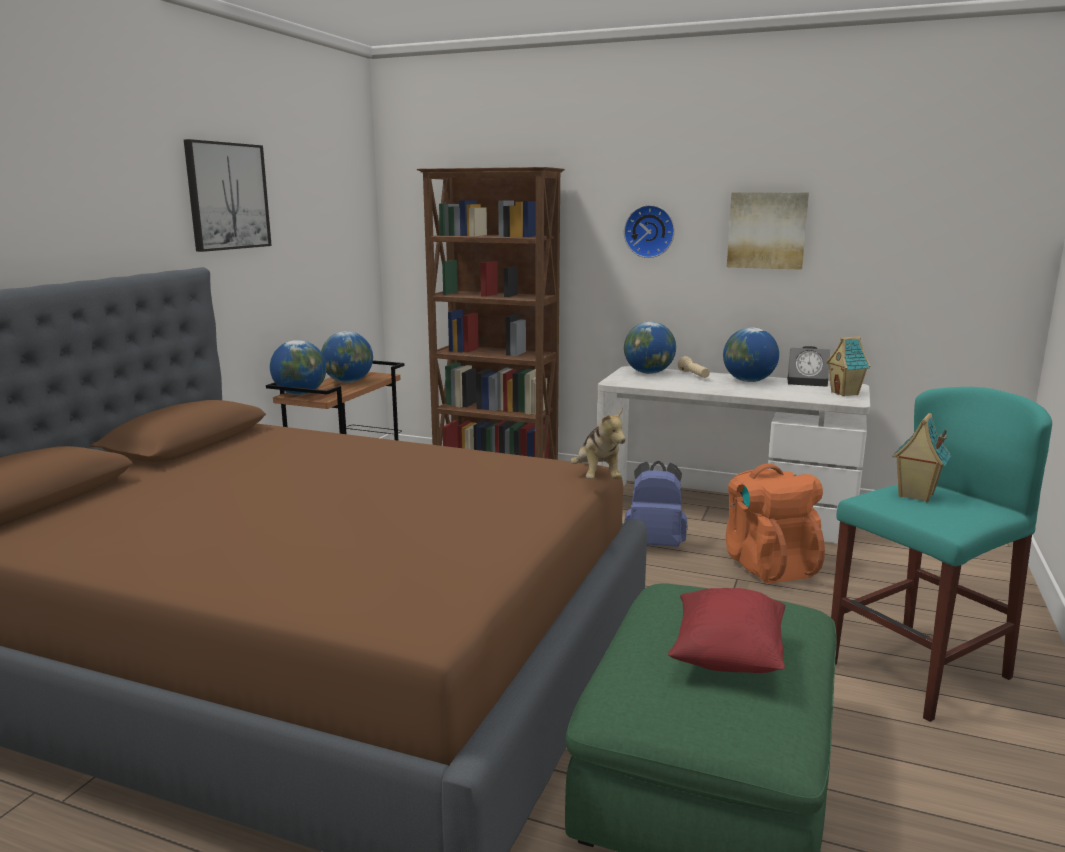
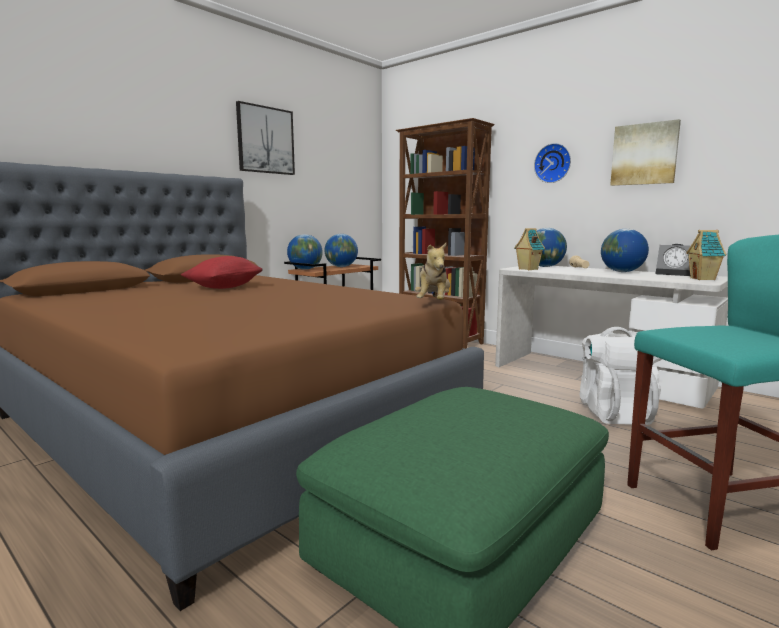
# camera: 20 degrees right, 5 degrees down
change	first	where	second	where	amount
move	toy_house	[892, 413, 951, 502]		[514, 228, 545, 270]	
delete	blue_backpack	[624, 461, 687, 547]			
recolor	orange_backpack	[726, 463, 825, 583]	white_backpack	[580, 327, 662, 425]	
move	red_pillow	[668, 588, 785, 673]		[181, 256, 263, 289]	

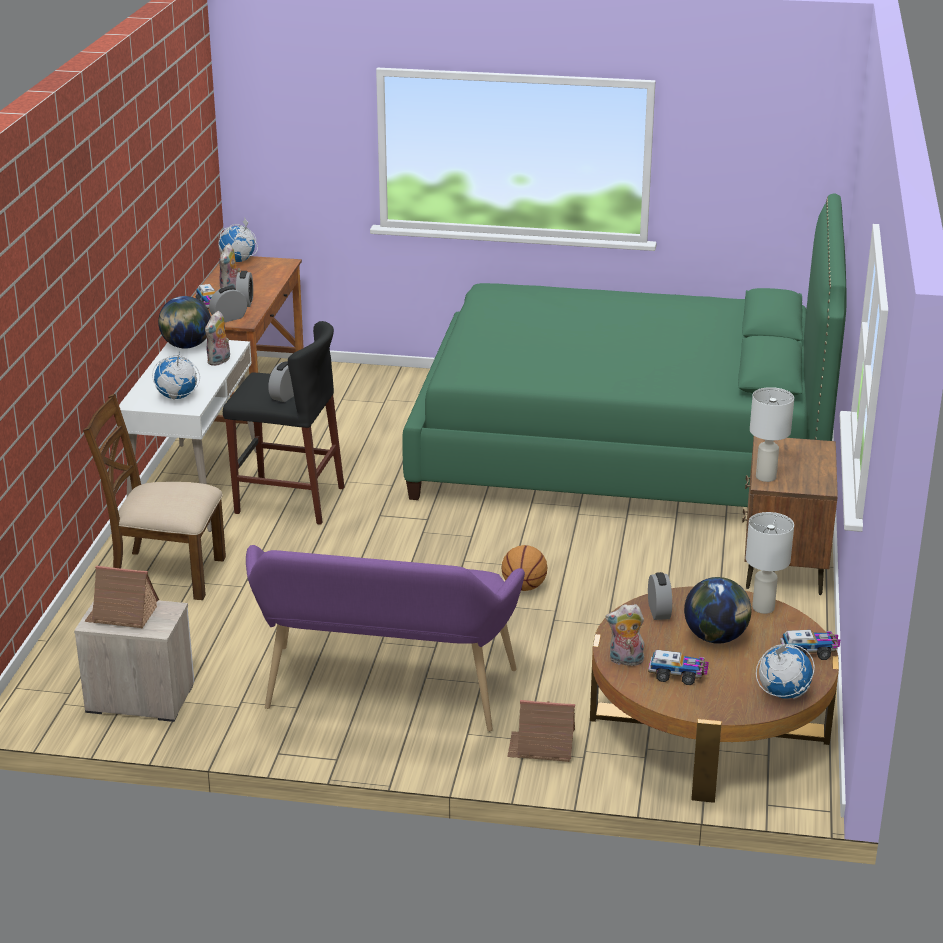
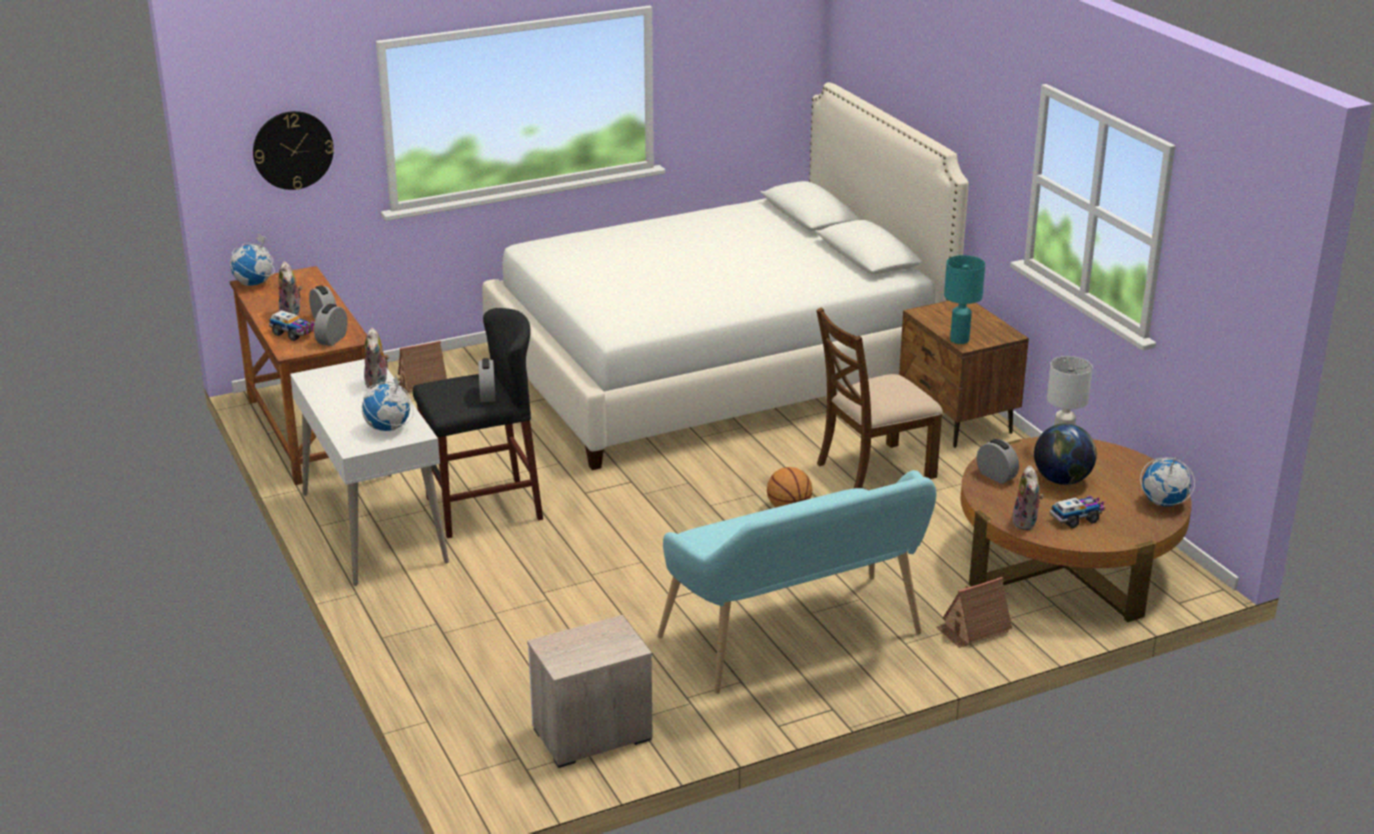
# camera: 35 degrees left, 0 degrees up
change	first	where	second	where	amount
recolor	green_bed	[402, 194, 847, 507]	white_bed	[482, 82, 969, 470]	
delete	globe	[158, 296, 211, 349]			
recolor	white_table_lamp	[750, 387, 794, 482]	turquoise_table_lamp	[944, 255, 985, 344]	
move	brown_chair	[83, 394, 226, 600]		[816, 307, 943, 488]	
recolor	purple_bench	[246, 545, 525, 731]	turquoise_bench	[657, 470, 937, 694]	
move	toy_house	[84, 565, 159, 628]		[398, 341, 447, 393]	
rotate	plush_toy	[605, 604, 645, 666]		[1012, 465, 1044, 530]	60 degrees counterclockwise
delete	toy_truck	[780, 630, 841, 660]			
insert			wall_clock	[253, 111, 334, 190]	

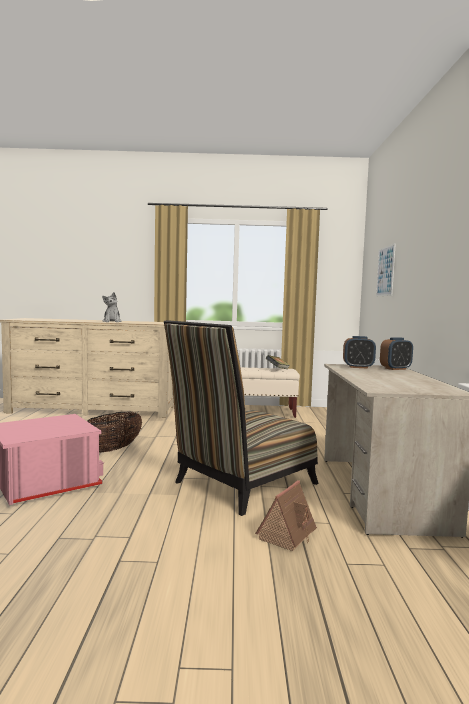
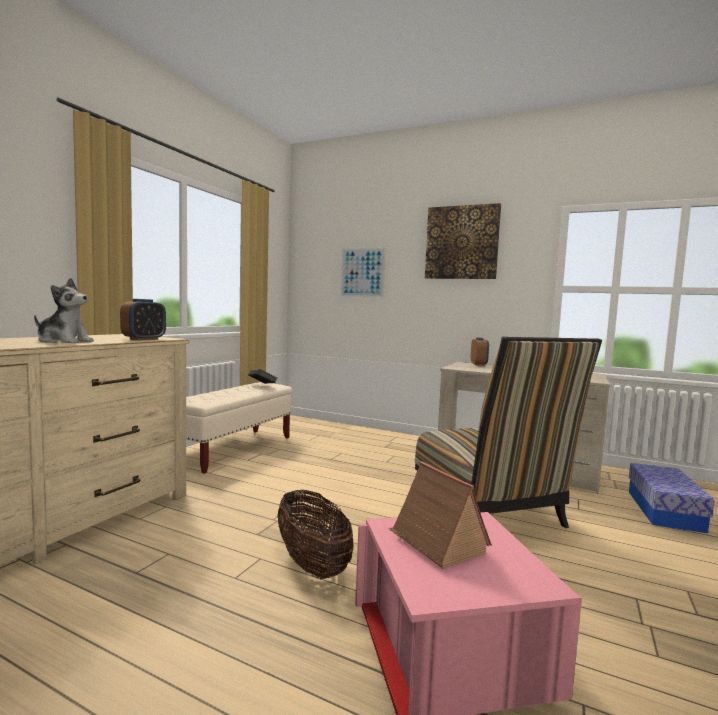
# camera: 65 degrees left, 0 degrees up
change	first	where	second	where	amount
move	alarm_clock	[343, 336, 376, 368]		[120, 299, 166, 341]	
move	toy_house	[255, 480, 317, 551]		[388, 462, 492, 569]	
insert			picture	[425, 203, 501, 279]	
insert			storage_box	[629, 463, 715, 533]	

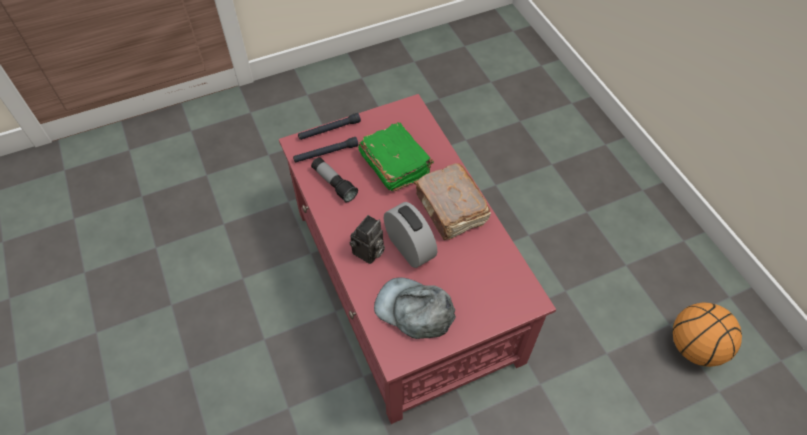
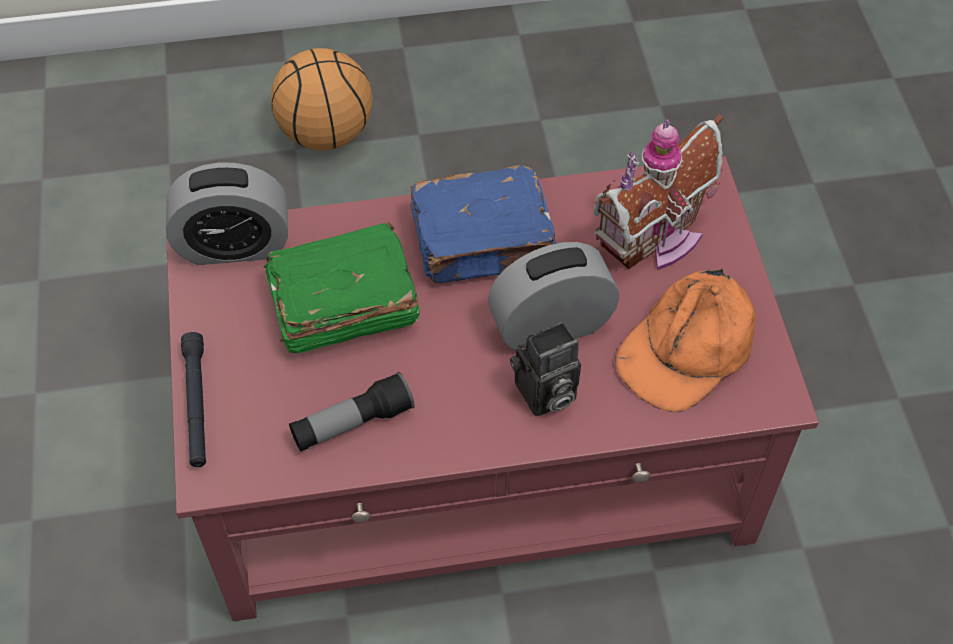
# camera: 75 degrees left, 0 degrees up
change	first	where	second	where	amount
delete	black_flashlight	[293, 137, 359, 162]			
recolor	brown_book	[414, 163, 491, 240]	blue_book	[410, 165, 556, 283]	
rotate	photo_camera	[350, 215, 385, 264]		[510, 322, 581, 416]	105 degrees clockwise
recolor	grey_cap	[374, 277, 456, 339]	orange_cap	[615, 269, 756, 412]	
move	basketball	[673, 302, 742, 367]		[271, 48, 373, 151]	
insert			toy_house	[593, 115, 723, 270]	
insert			alarm_clock	[166, 163, 288, 265]	

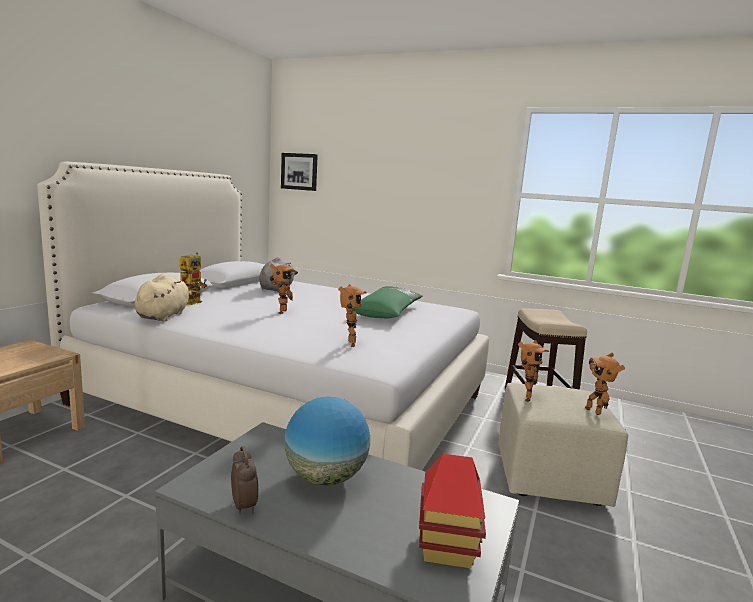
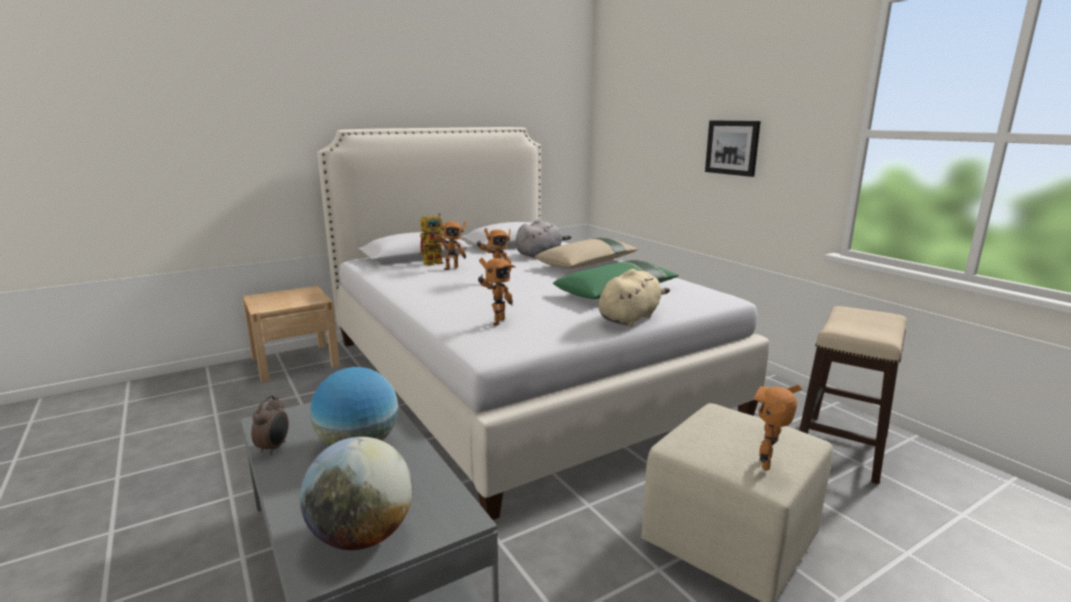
# camera: 35 degrees right, 5 degrees up
change	first	where	second	where	amount
move	picture	[281, 153, 318, 191]		[705, 120, 761, 177]	
move	beige_plush_toy	[135, 274, 196, 321]		[599, 269, 670, 327]	
move	toy_robot	[518, 340, 549, 402]		[430, 220, 466, 270]	
replace	toy_house	[419, 454, 486, 568]	globe	[300, 437, 413, 550]	
insert			beige_pillow	[535, 237, 638, 269]	

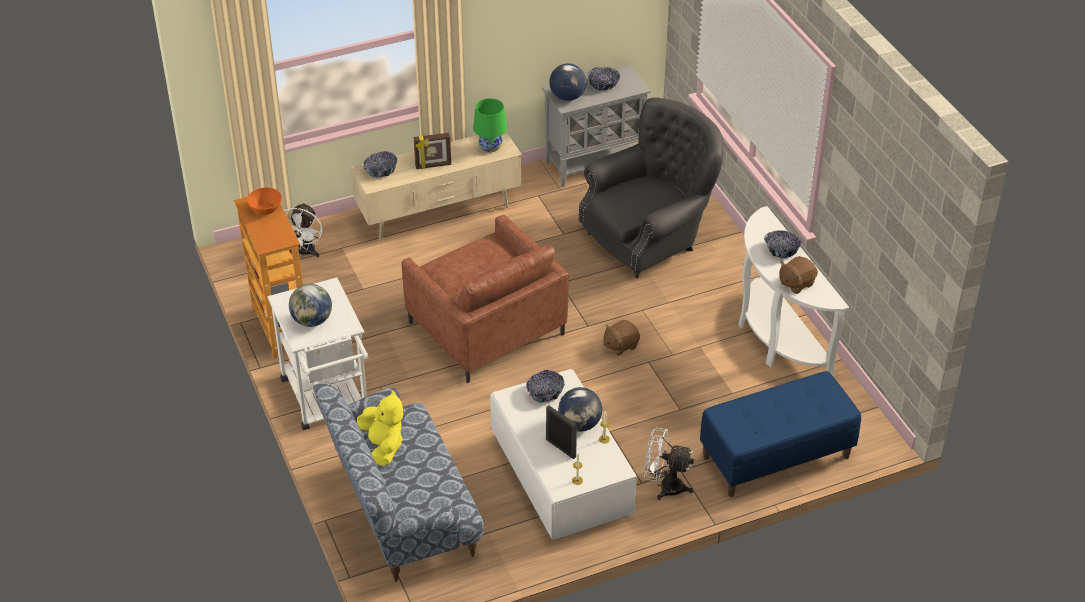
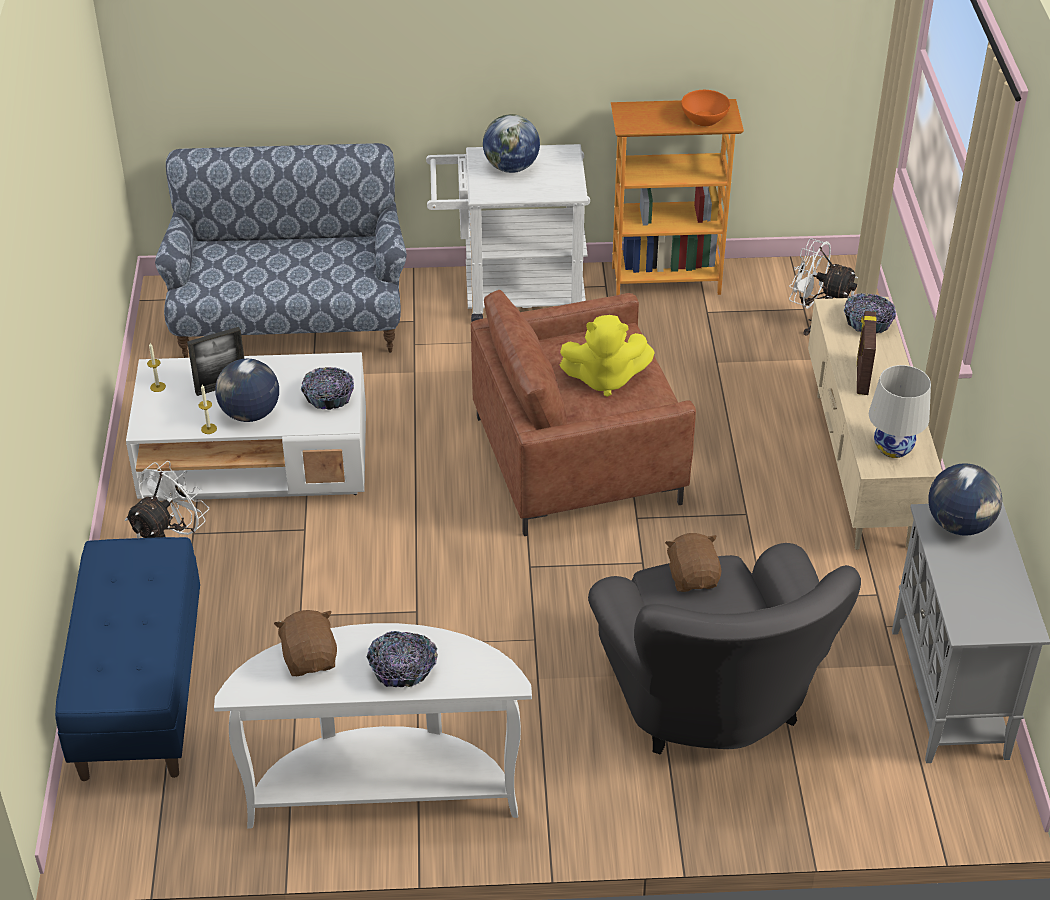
# camera: 110 degrees right, 0 degrees up
change	first	where	second	where	amount
delete	bowl	[587, 67, 620, 91]			
recolor	green_table_lamp	[473, 98, 507, 152]	white_table_lamp	[869, 365, 931, 458]	
move	brown_plush_toy	[603, 320, 640, 356]		[665, 533, 722, 592]	
move	yellow_plush_toy	[357, 390, 403, 466]		[560, 315, 655, 397]	

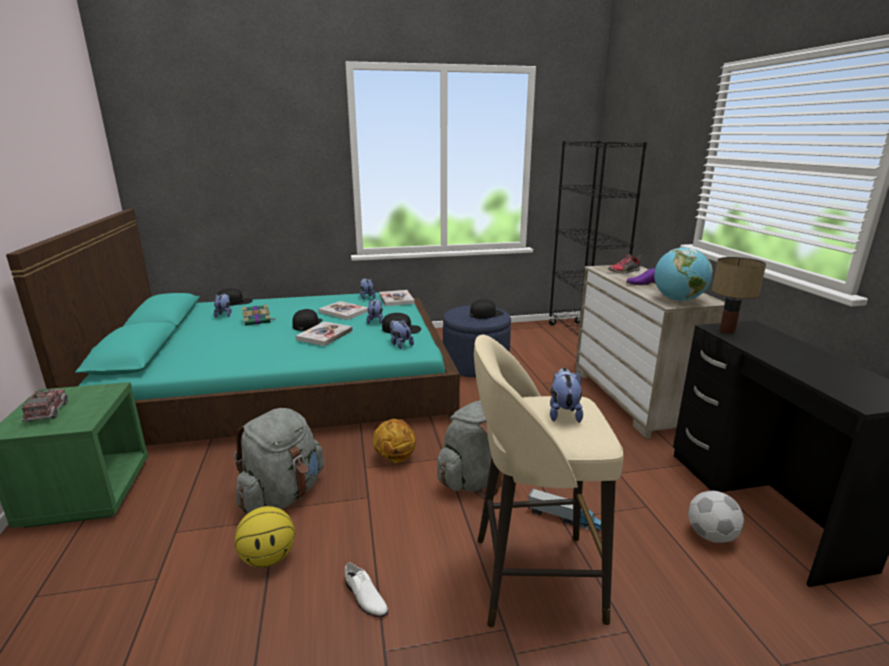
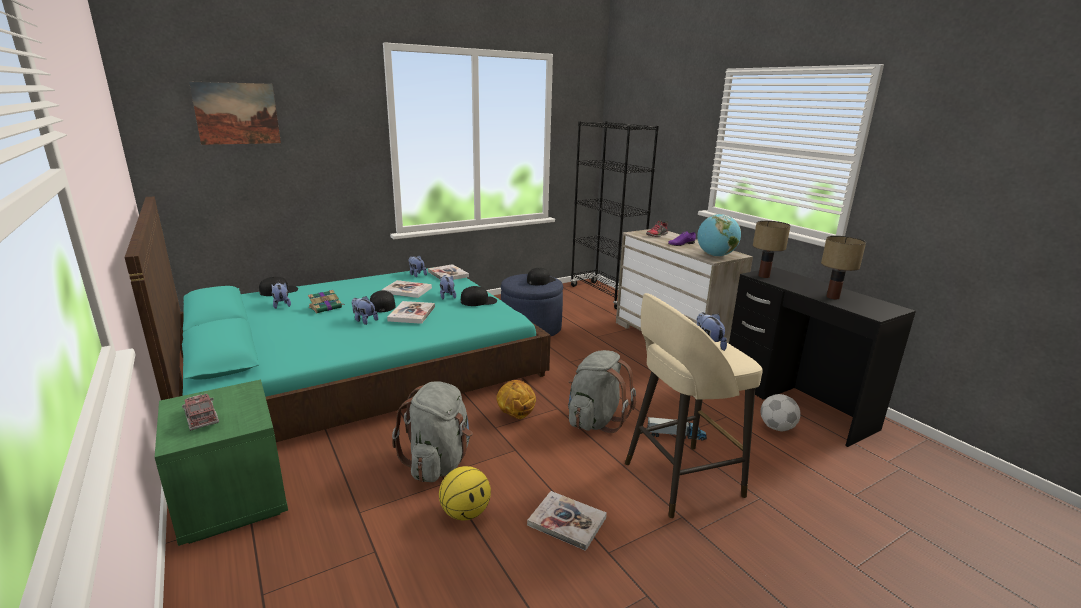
# camera: 20 degrees left, 0 degrees up
change	first	where	second	where	amount
move	plush_toy	[390, 319, 414, 349]		[352, 296, 378, 325]	
replace	white_shoe	[345, 562, 388, 618]	book	[527, 491, 607, 551]	
insert			picture	[189, 82, 281, 145]	
insert			table_lamp	[821, 236, 866, 299]	

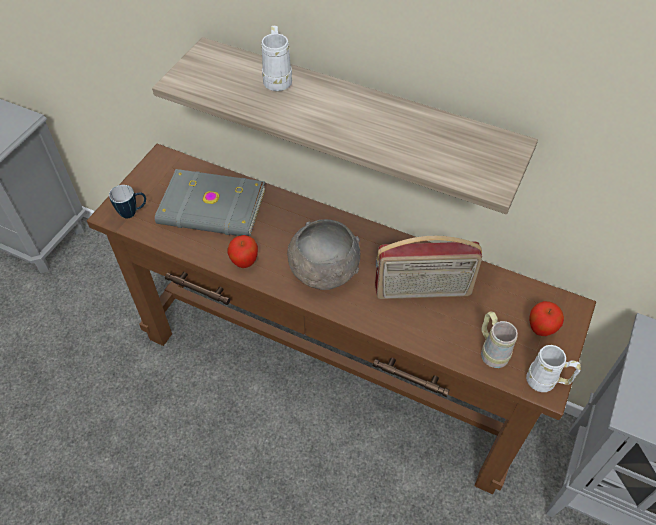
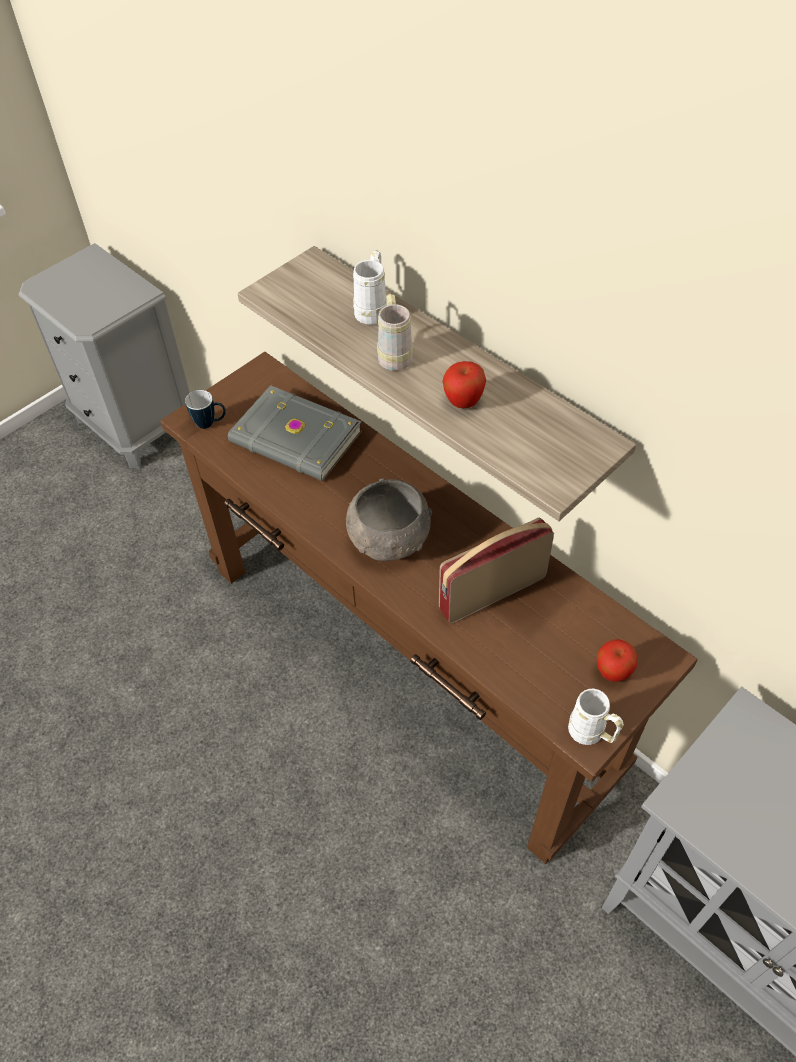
# camera: 20 degrees right, 0 degrees up
change	first	where	second	where	amount
move	apple	[227, 235, 258, 268]		[443, 361, 486, 409]	
rotate	radio	[375, 236, 482, 299]		[439, 518, 554, 623]	135 degrees clockwise
move	beige_mug	[481, 312, 518, 368]		[377, 294, 413, 371]	

